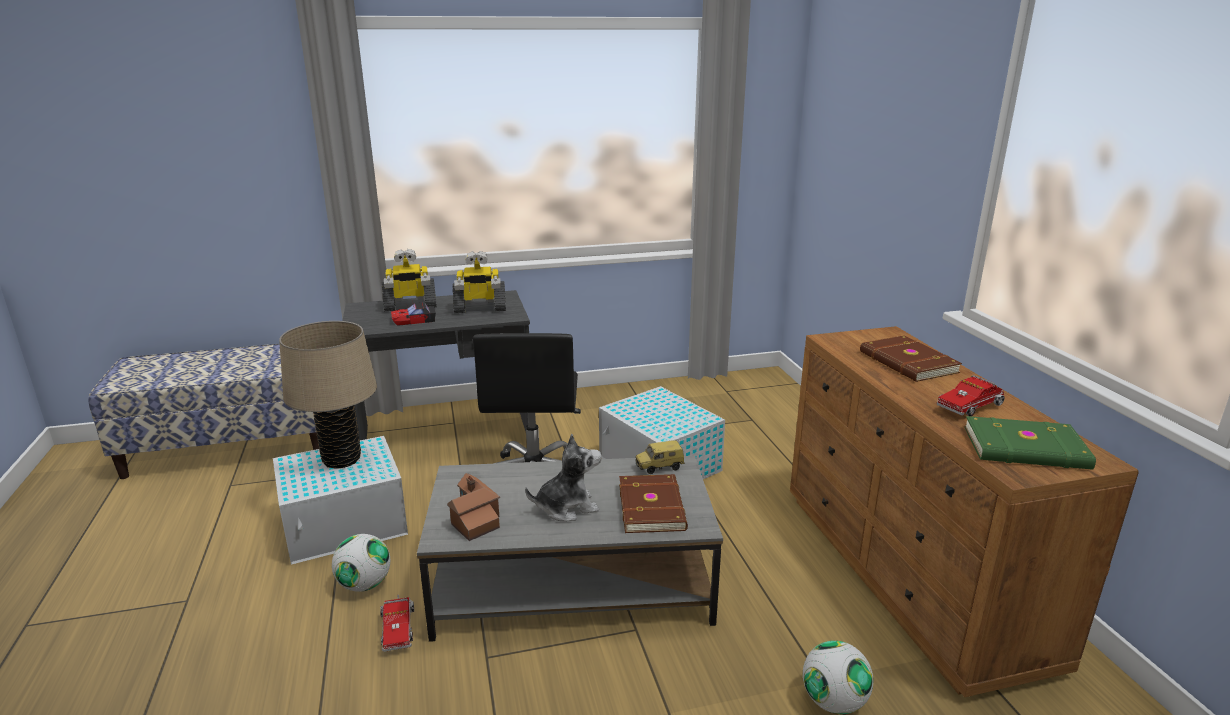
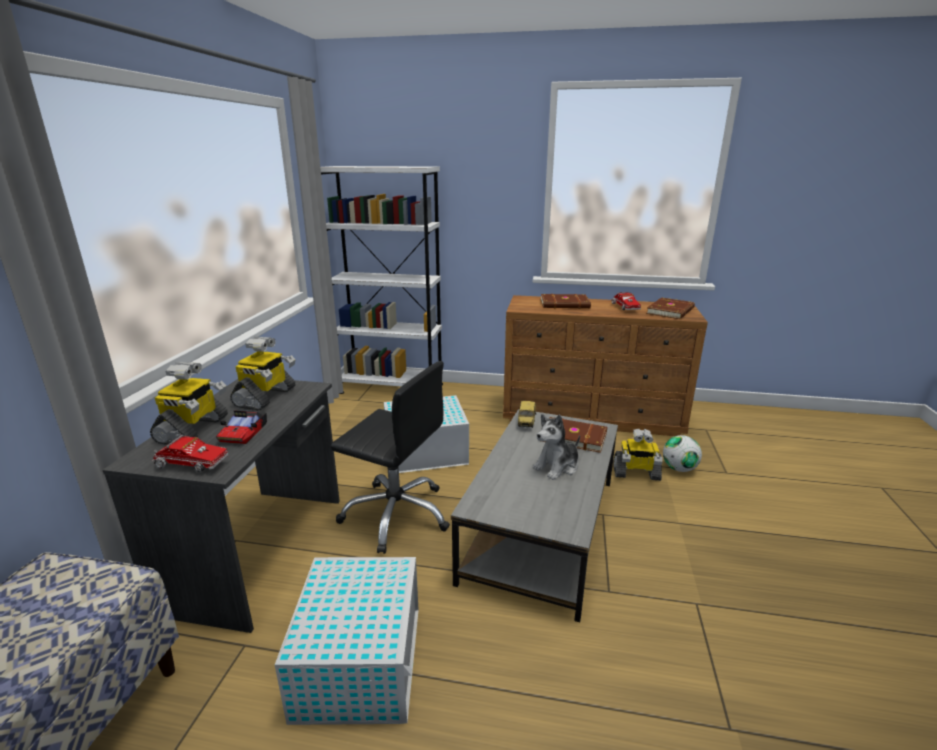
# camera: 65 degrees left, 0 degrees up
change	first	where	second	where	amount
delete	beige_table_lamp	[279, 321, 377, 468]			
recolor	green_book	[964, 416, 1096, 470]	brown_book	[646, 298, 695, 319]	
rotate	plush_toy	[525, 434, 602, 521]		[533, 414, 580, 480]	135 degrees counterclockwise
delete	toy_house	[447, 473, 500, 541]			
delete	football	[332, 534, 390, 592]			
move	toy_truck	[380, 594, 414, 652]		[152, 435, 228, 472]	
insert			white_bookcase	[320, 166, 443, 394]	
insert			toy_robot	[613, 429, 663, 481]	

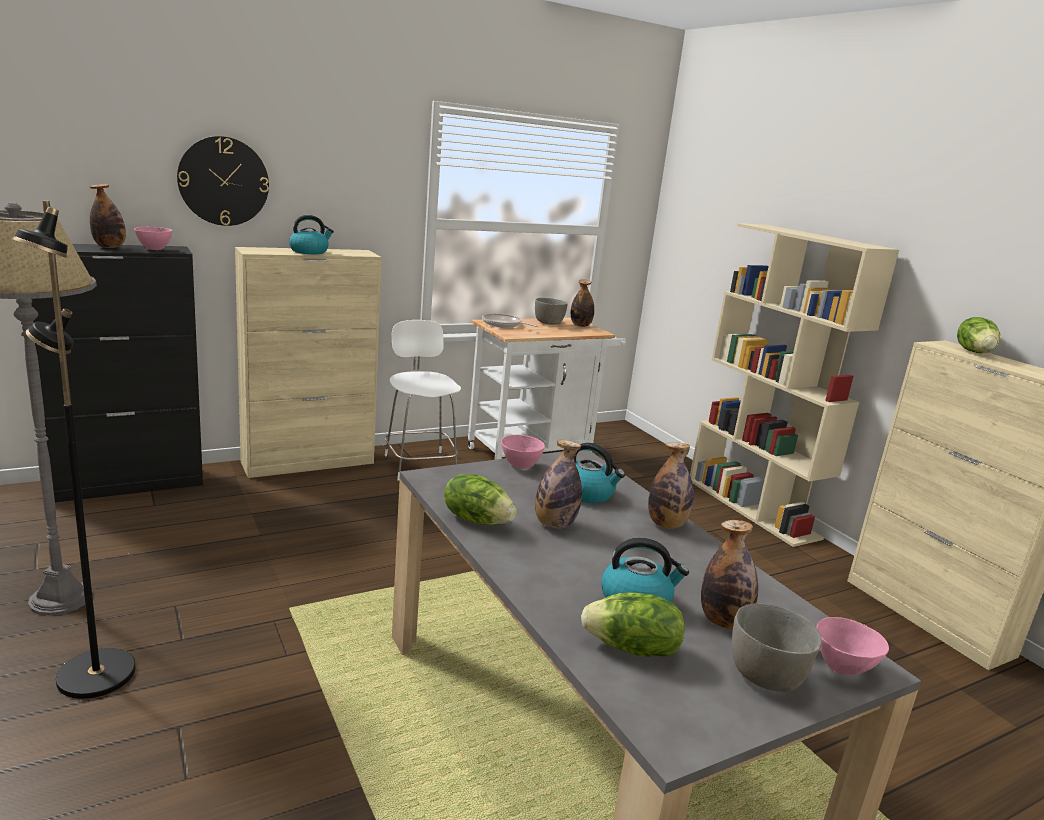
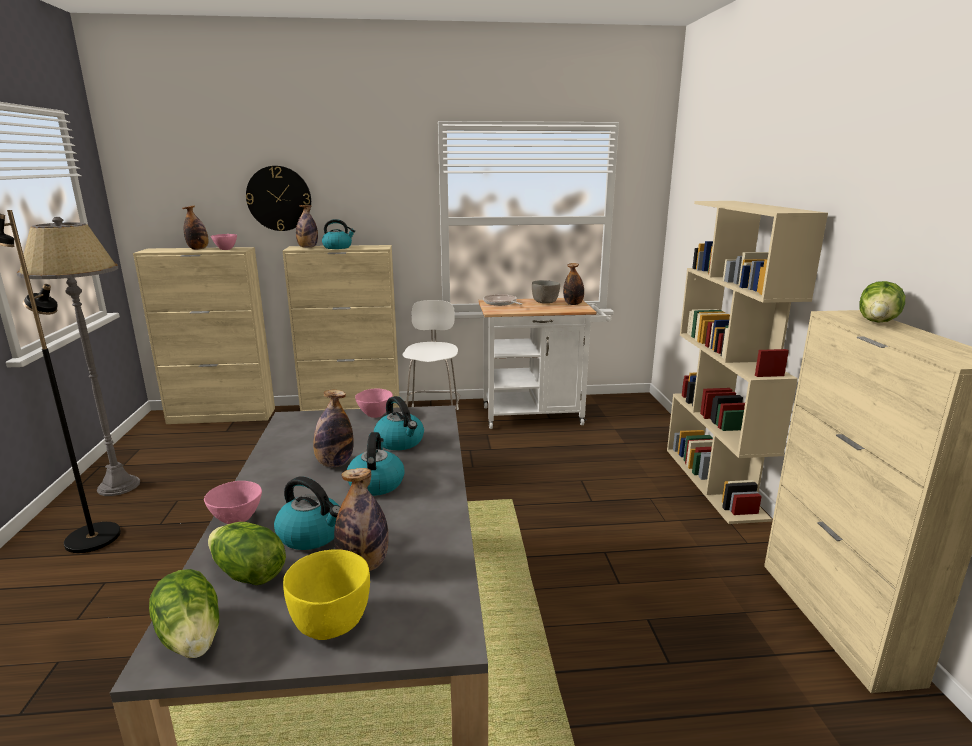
# camera: 25 degrees right, 0 degrees up
change	first	where	second	where	amount
recolor	black_cabinet	[24, 244, 203, 502]	beige_cabinet	[133, 247, 275, 424]	
move	bottle	[648, 442, 694, 529]		[296, 205, 318, 248]	
move	lettuce	[444, 474, 517, 525]		[149, 569, 219, 658]	
recolor	grey_bowl	[732, 603, 822, 692]	yellow_bowl	[283, 549, 370, 640]	
move	pink_bowl	[816, 617, 889, 676]		[204, 481, 262, 524]	
insert			kettle	[347, 432, 405, 496]	

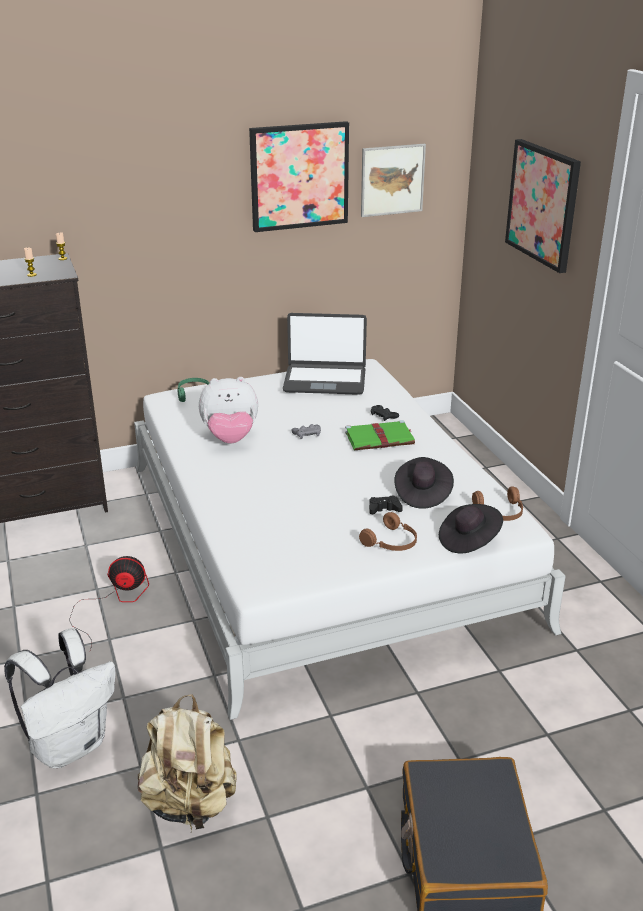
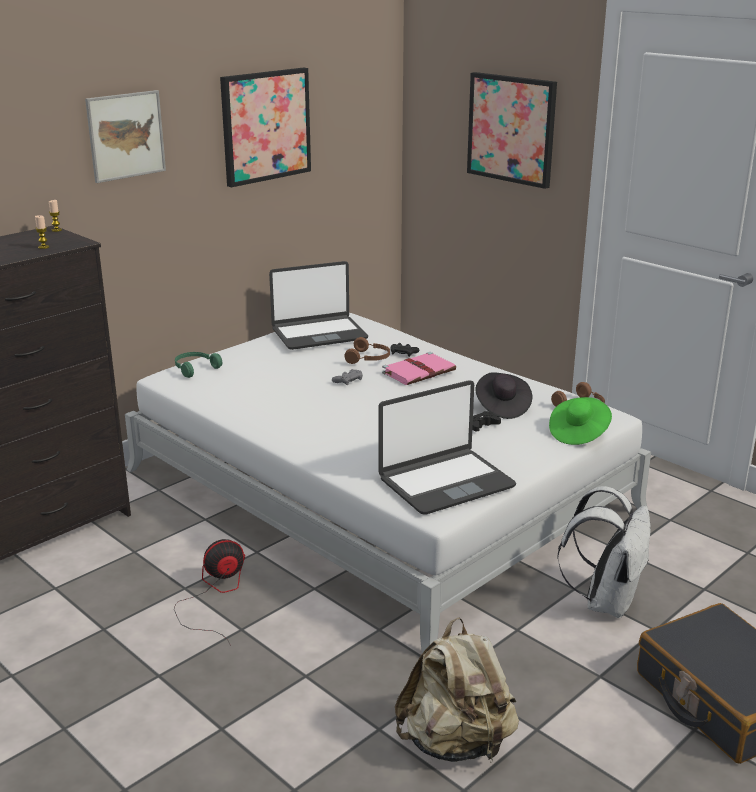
# camera: 25 degrees left, 5 degrees down
change	first	where	second	where	amount
move	picture	[361, 144, 426, 217]		[85, 90, 166, 183]	
delete	plush_toy	[199, 377, 258, 444]			
recolor	green_book	[345, 420, 415, 450]	pink_book	[382, 352, 456, 385]	
recolor	black_hat	[439, 504, 503, 553]	green_hat	[549, 397, 612, 445]	
move	brown_headphones	[359, 512, 417, 551]		[345, 337, 390, 364]	
move	white_backpack	[4, 628, 116, 768]		[557, 486, 651, 618]	
insert			laptop	[378, 380, 516, 515]	

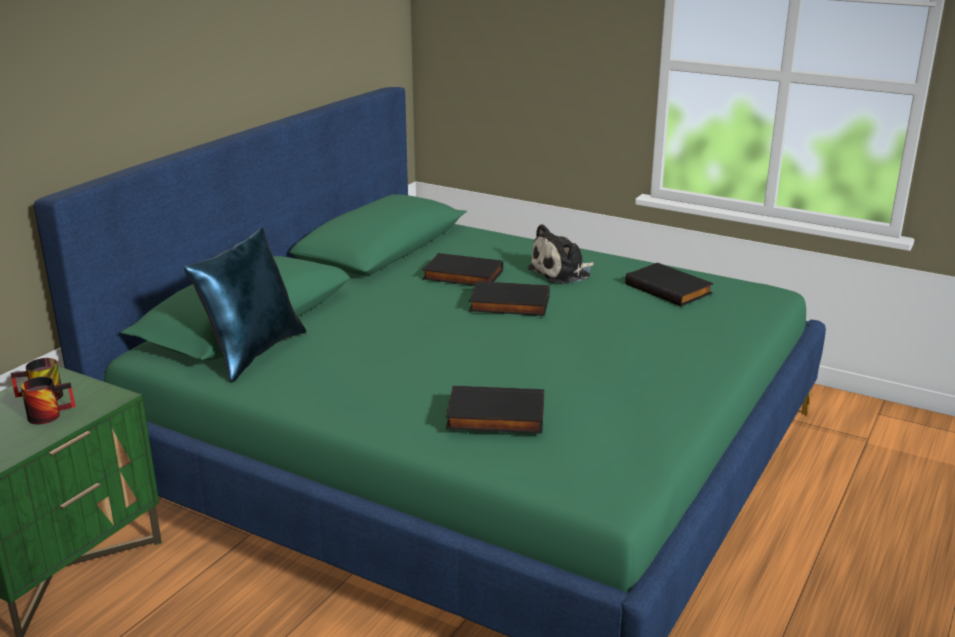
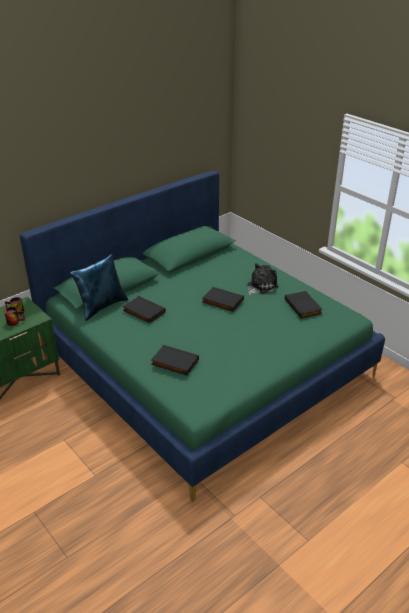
# camera: 20 degrees right, 10 degrees up
change	first	where	second	where	amount
rotate	plush_toy	[527, 224, 594, 284]		[247, 263, 279, 295]	150 degrees clockwise
move	black_book	[422, 253, 503, 286]		[123, 296, 166, 323]	

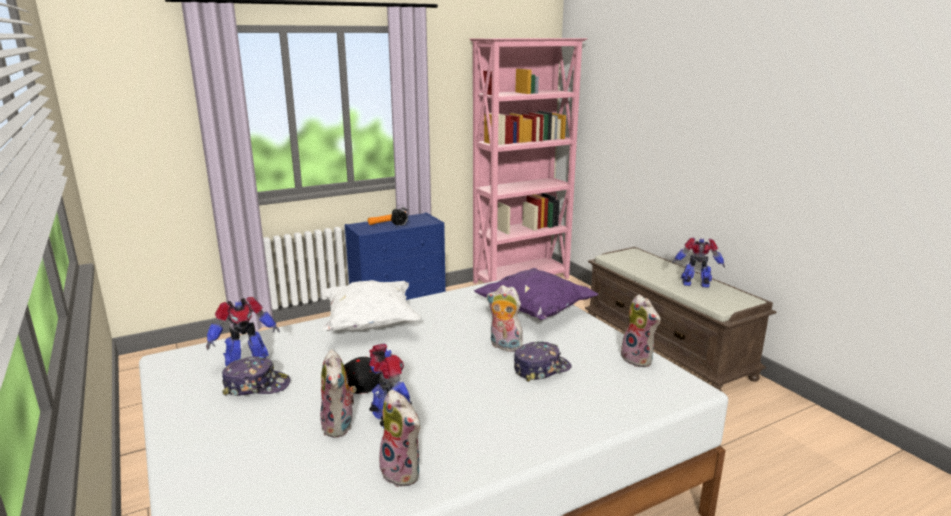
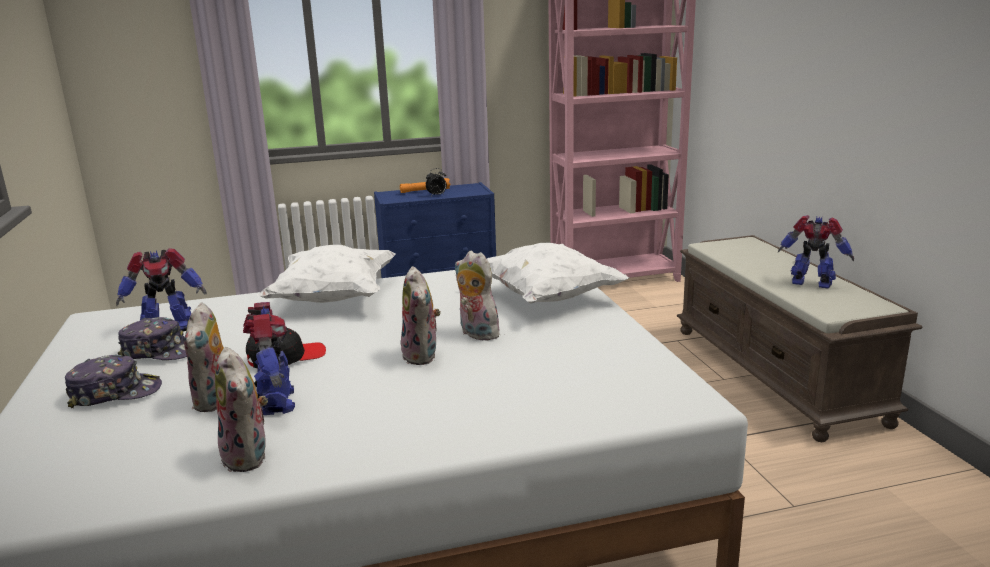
# camera: 15 degrees right, 0 degrees up
change	first	where	second	where	amount
recolor	purple_pillow	[474, 268, 599, 320]	white_pillow	[487, 243, 629, 304]	
move	plush_toy	[621, 294, 661, 367]		[401, 266, 441, 365]	
move	cap	[514, 341, 572, 382]		[65, 355, 162, 408]	

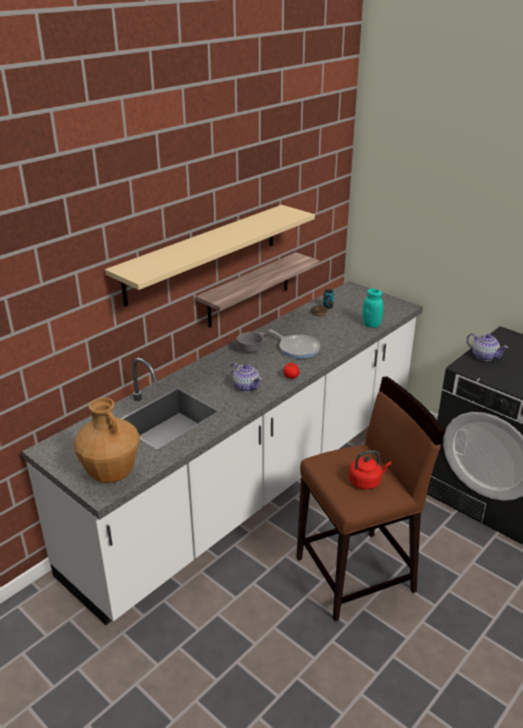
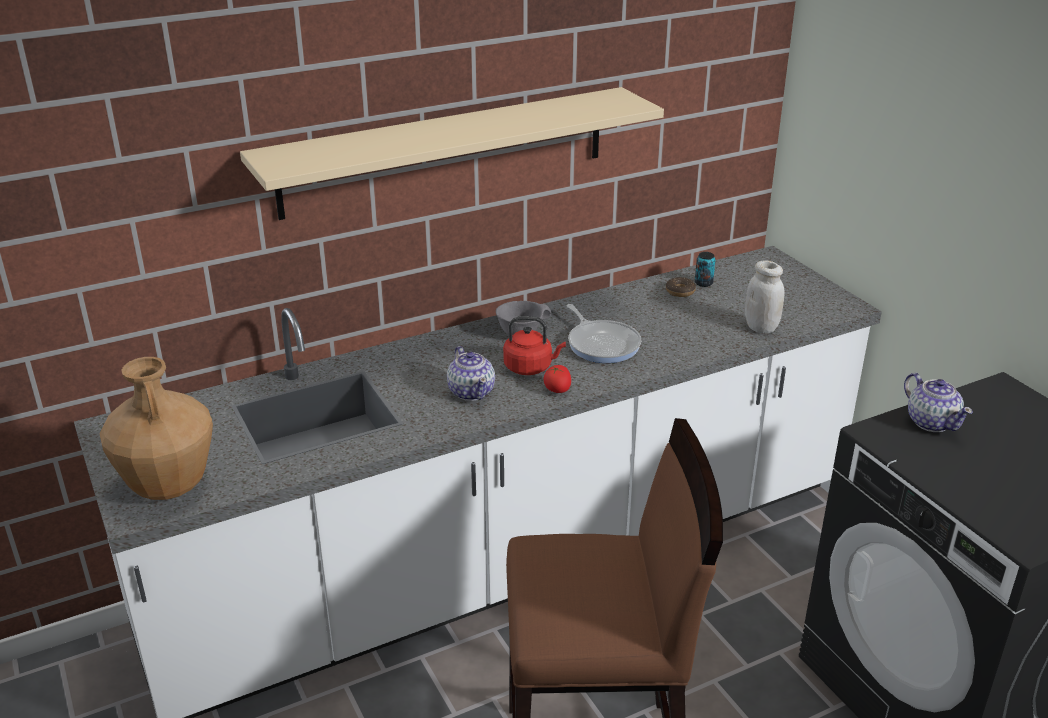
# camera: 20 degrees right, 0 degrees up
change	first	where	second	where	amount
delete	shelf	[196, 252, 320, 328]			
recolor	turquoise_jar	[362, 289, 383, 328]	white_jar	[745, 260, 784, 334]	
move	red_kettle	[349, 450, 392, 489]		[503, 316, 566, 375]	

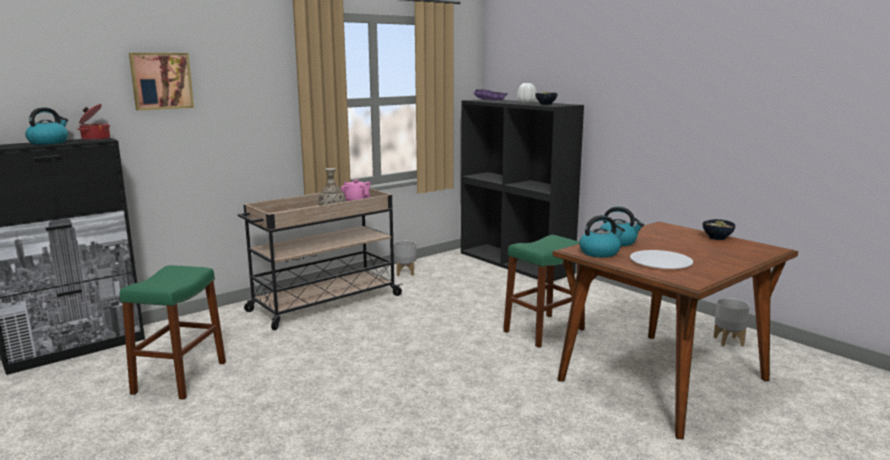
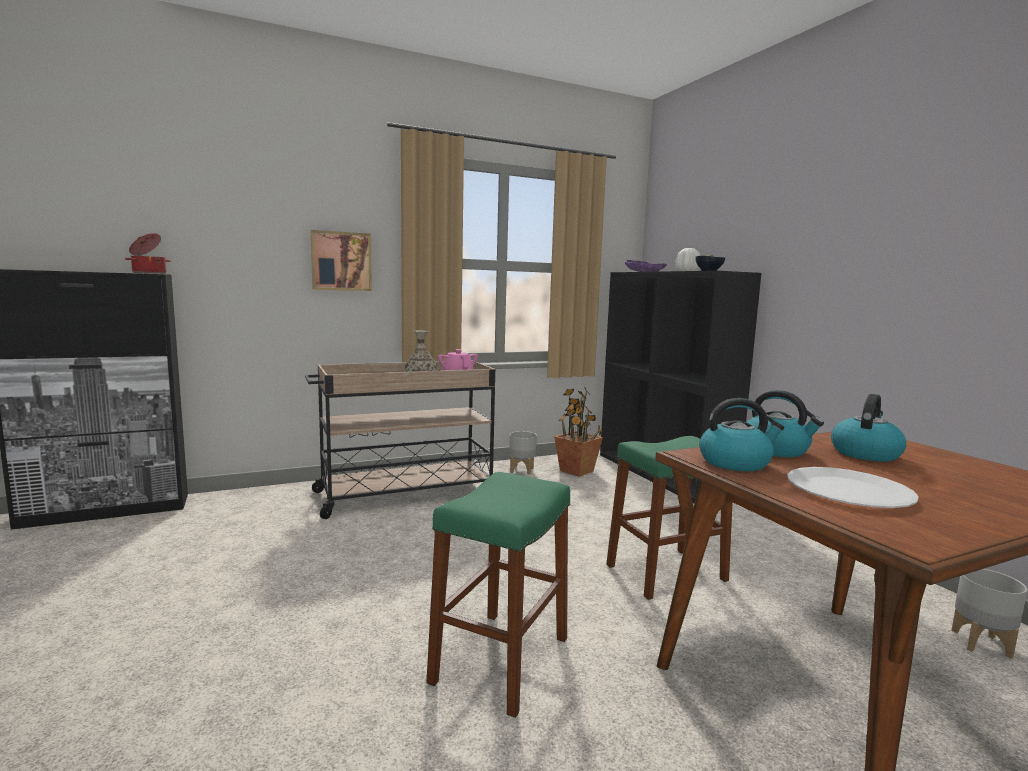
# camera: 15 degrees right, 5 degrees down
change	first	where	second	where	amount
move	picture	[129, 53, 194, 110]		[311, 230, 372, 291]	
move	kettle	[25, 107, 68, 145]		[831, 394, 907, 462]	
delete	bowl	[703, 219, 736, 240]			
move	green_stool	[120, 265, 226, 400]		[426, 472, 570, 718]	
insert			potted_plant	[554, 387, 603, 477]	

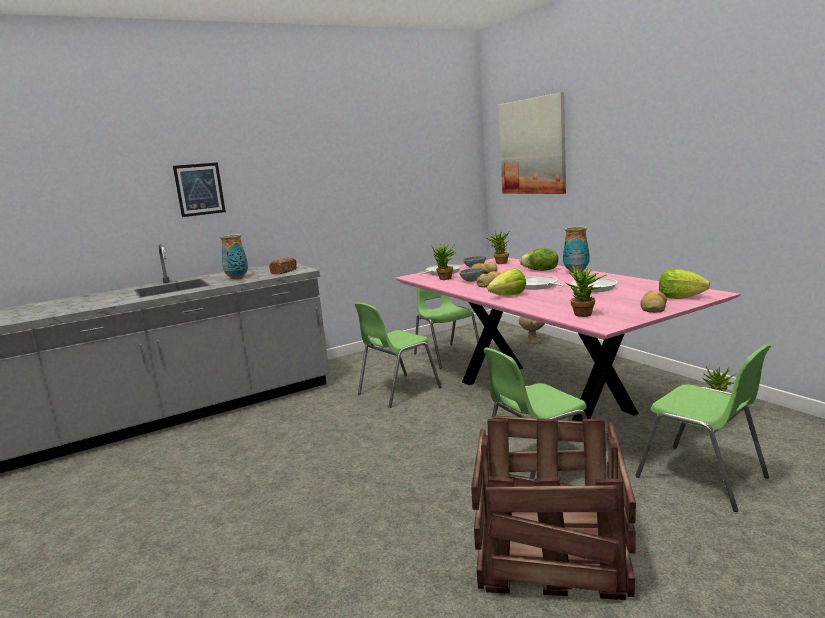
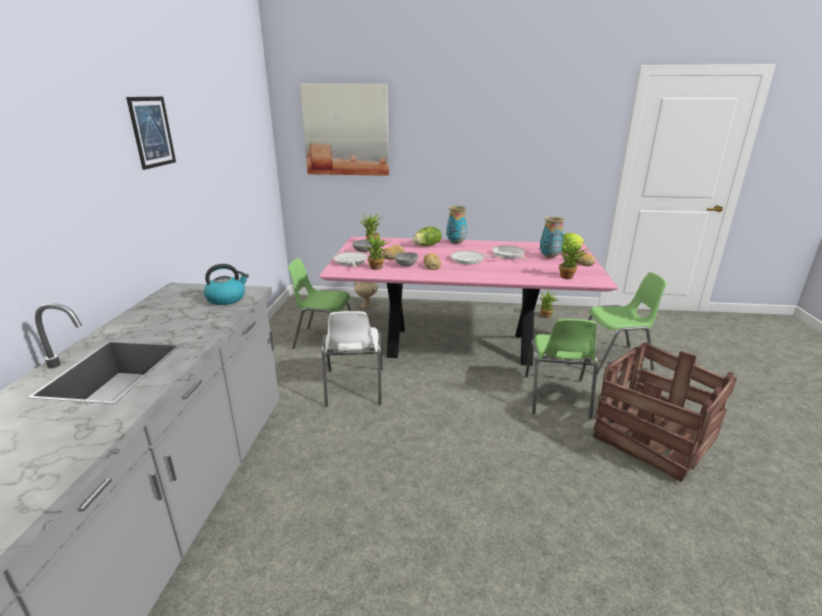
# camera: 55 degrees left, 10 degrees up
change	first	where	second	where	amount
move	picture	[173, 162, 226, 217]		[126, 97, 176, 170]	
move	vase	[220, 234, 248, 279]		[540, 216, 565, 258]	
replace	bread	[269, 257, 297, 274]	kettle	[204, 264, 249, 305]	
delete	lettuce	[487, 269, 526, 295]			
recolor	green_chair	[355, 303, 441, 408]	white_chair	[322, 311, 383, 407]	

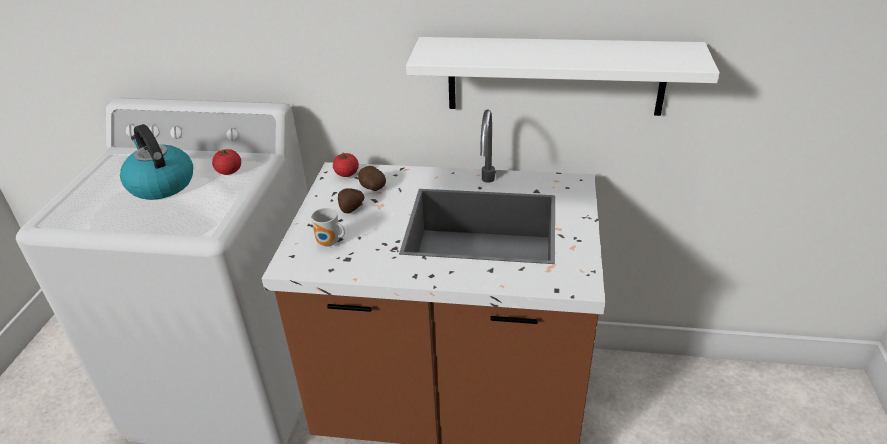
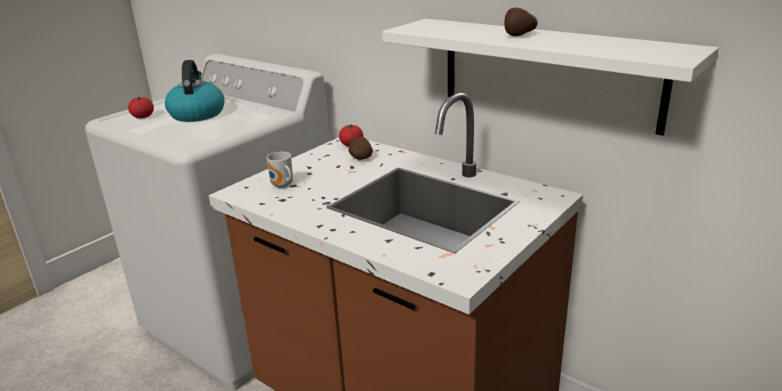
# camera: 30 degrees right, 10 degrees down
change	first	where	second	where	amount
move	tomato	[212, 149, 241, 175]		[128, 96, 154, 119]	
move	potato	[338, 188, 364, 213]		[504, 8, 537, 36]	

